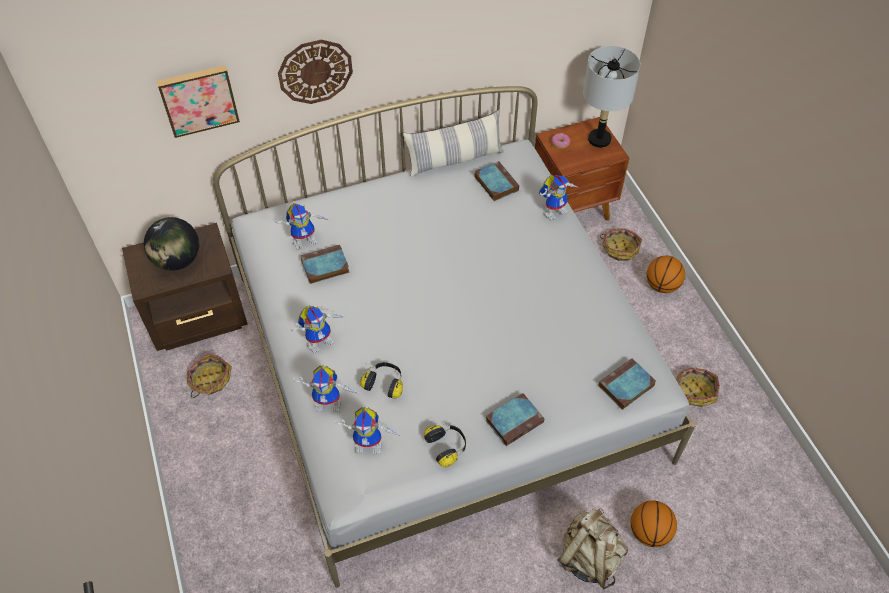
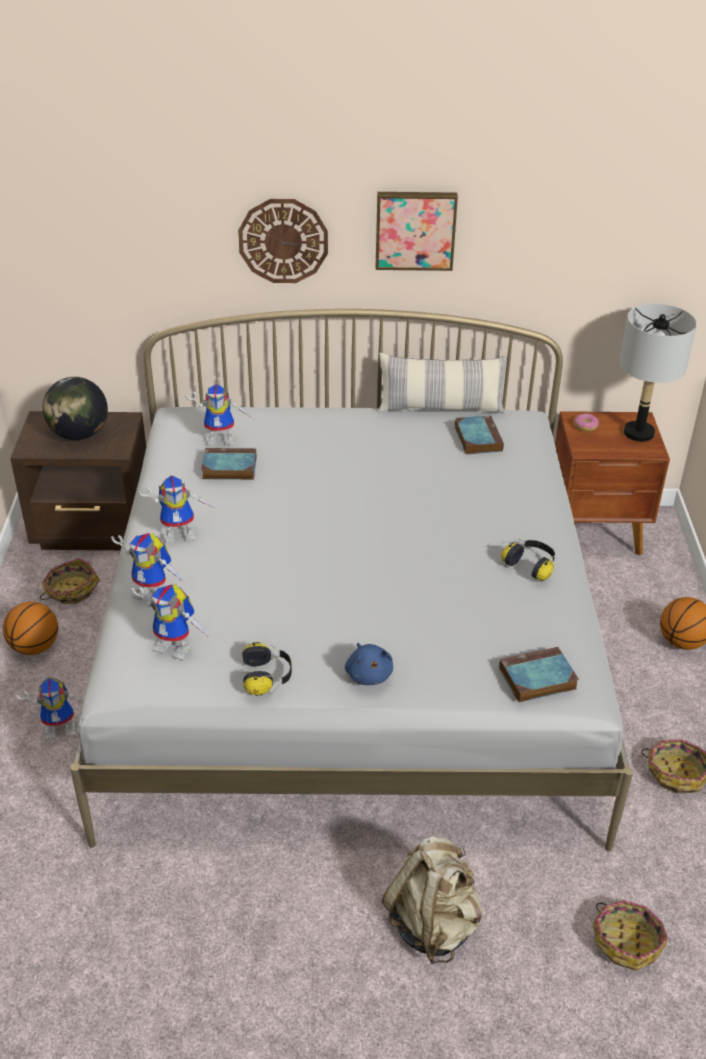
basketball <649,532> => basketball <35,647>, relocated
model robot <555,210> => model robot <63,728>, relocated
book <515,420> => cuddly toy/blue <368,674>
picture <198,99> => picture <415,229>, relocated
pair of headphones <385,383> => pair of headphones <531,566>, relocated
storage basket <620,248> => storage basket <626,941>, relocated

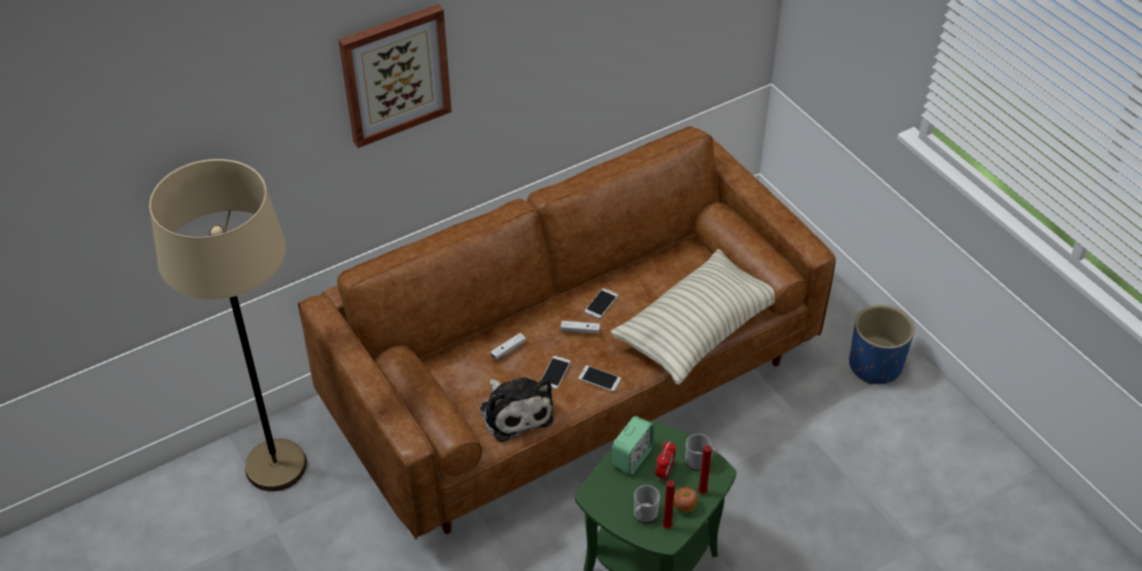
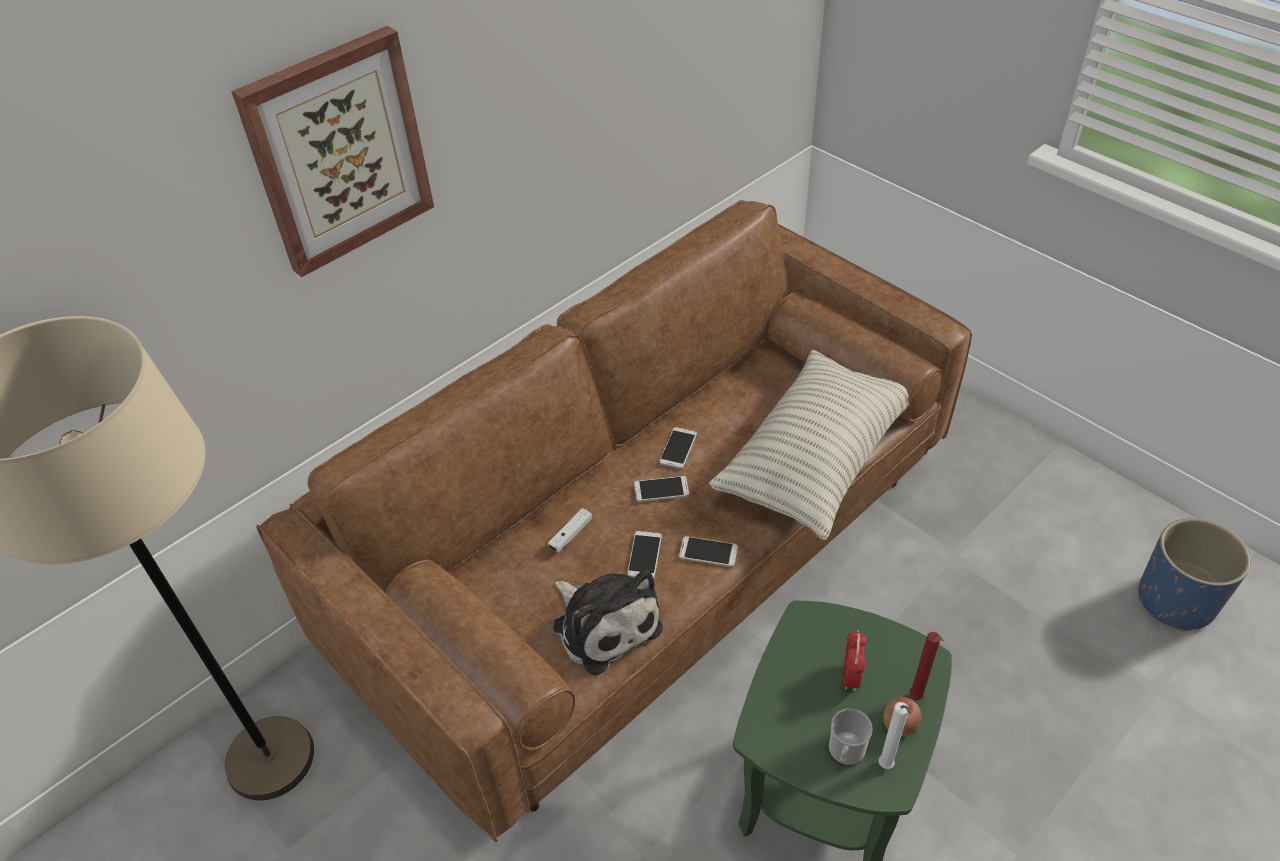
gamepad/white <580,330> => handset <661,489>
wax candle/red <667,528> => wax candle/white <886,767>
planter/blue <875,365> => planter/blue <1175,600>, relocated
bedside clock <632,458> => nothing
mug <699,462> => nothing

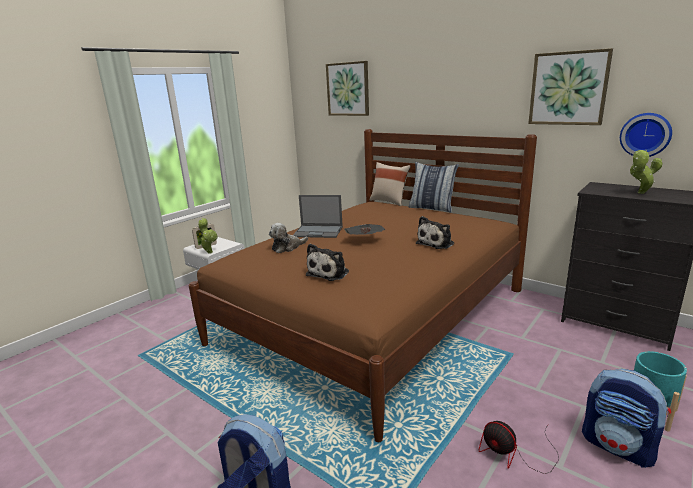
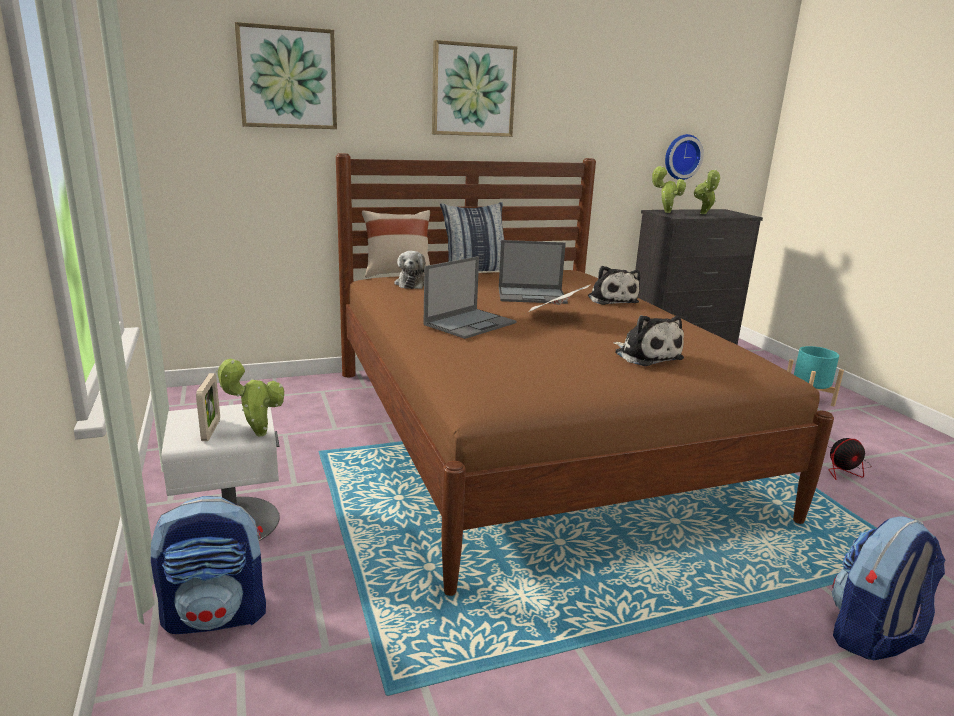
backpack <618,446> => backpack <217,615>, relocated
cuddly toy <287,247> => cuddly toy <411,284>, relocated
picture <568,88> => picture <473,90>, relocated
nothing => portable computer <532,296>
nothing => plant in a pot <665,212>

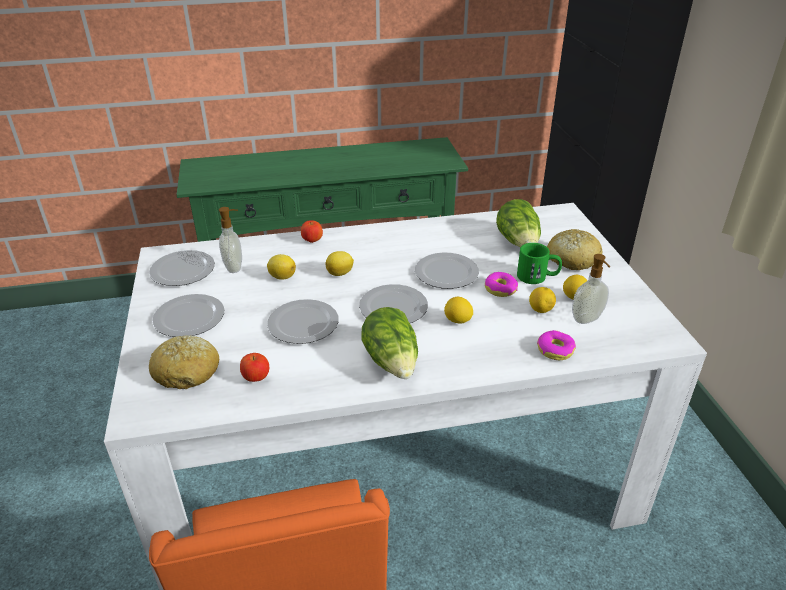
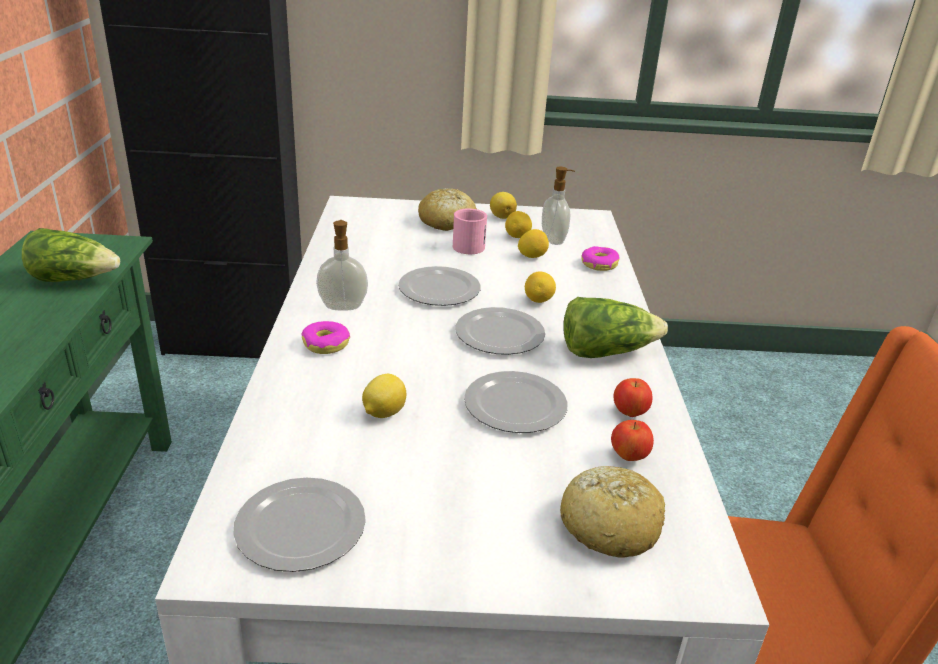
lettuce <519,242> => lettuce <74,279>, relocated
donut <500,289> => donut <326,344>, relocated
liquid soap bottle <235,267> => liquid soap bottle <343,306>, relocated
mug/green <538,277> => mug/pink-coloured <471,244>
whole lemon <340,273> => whole lemon <502,216>, relocated
whole apple <312,241> => whole apple <629,413>, relocated
flat dish <189,319> => nothing

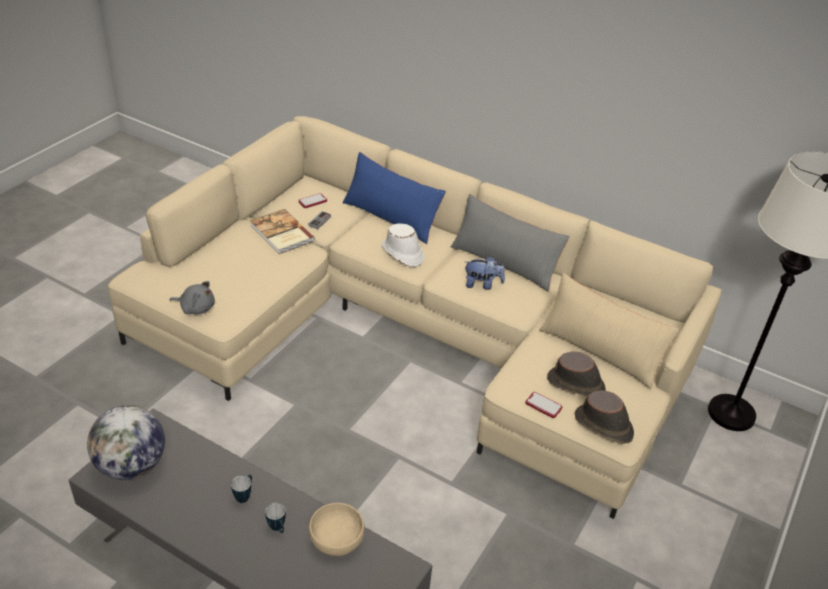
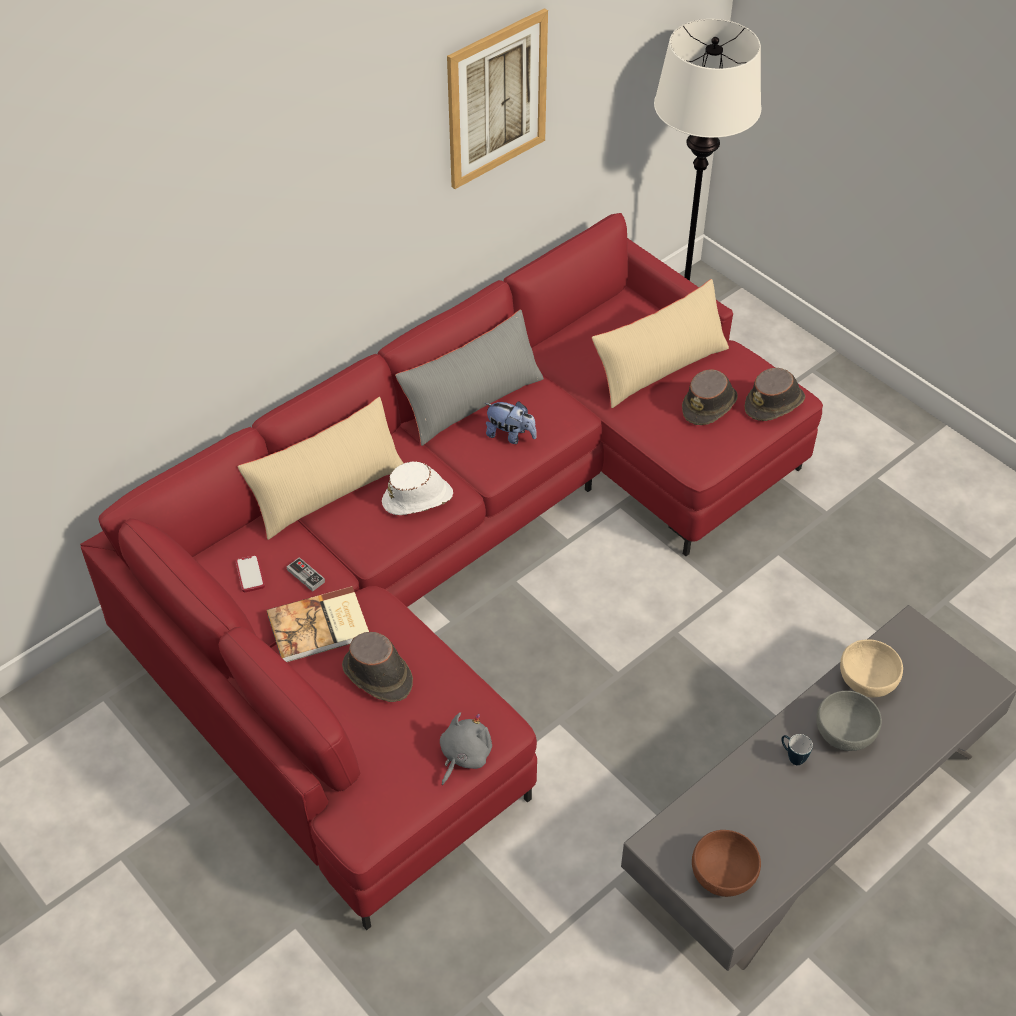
couch/sand-coloured <411,332> => couch/red <460,566>
cushion/blue <391,217> => cushion/sand-coloured <328,492>
nothing => hat/brown-coloured <377,676>
nothing => picture <497,99>
cuddly toy <482,284> => cuddly toy <510,435>, 90 degrees clockwise
desk globe <132,466> => deep dish/brown-coloured <724,873>
mug <278,529> => deep dish/gray <845,731>
handset <543,405> => nothing

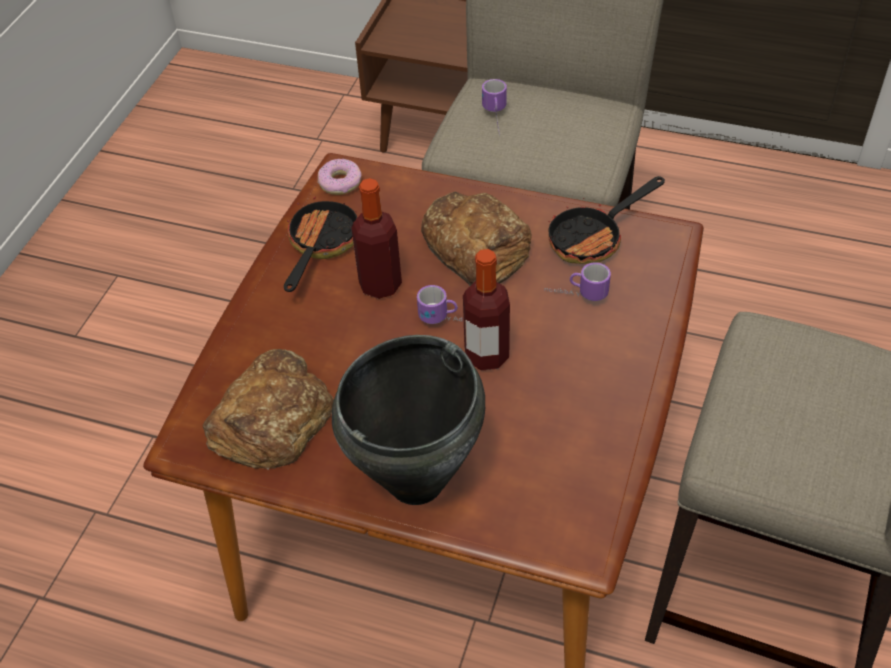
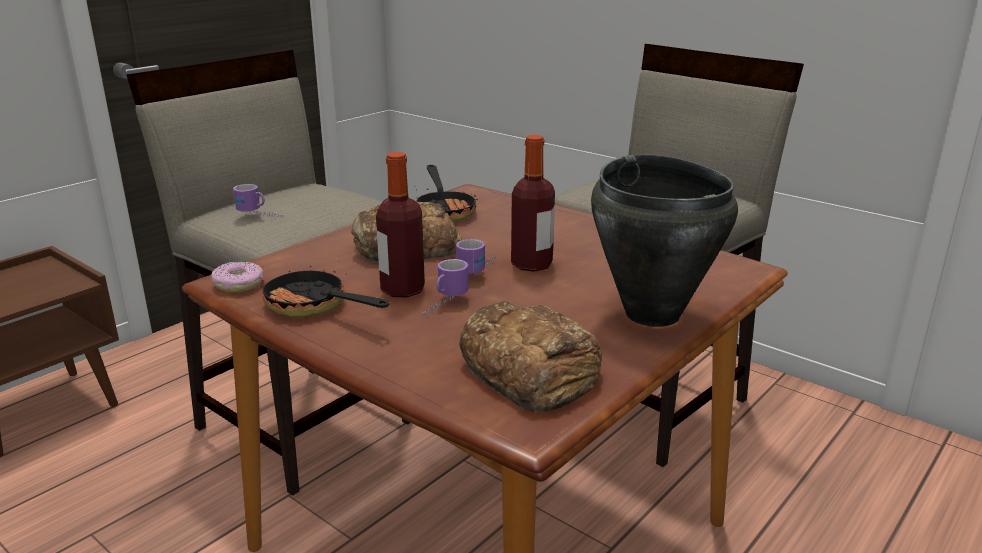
mug <576,295> => mug <442,305>, relocated

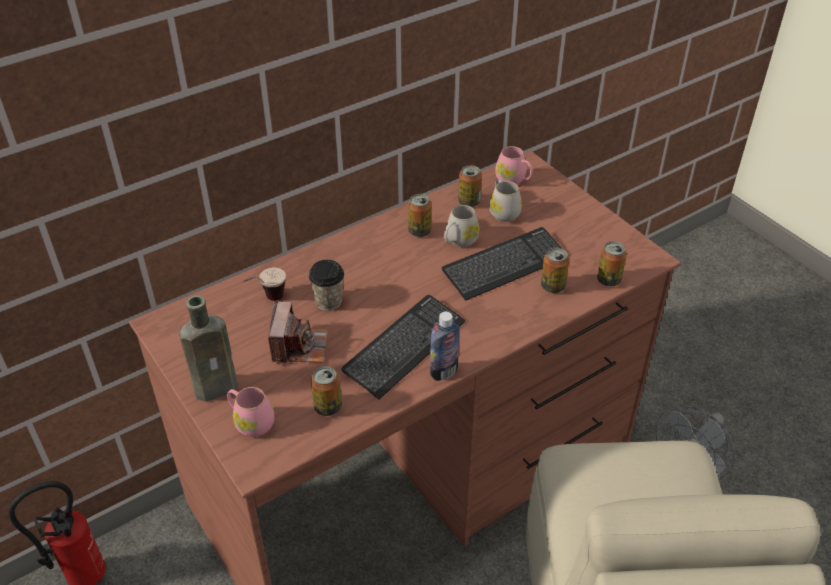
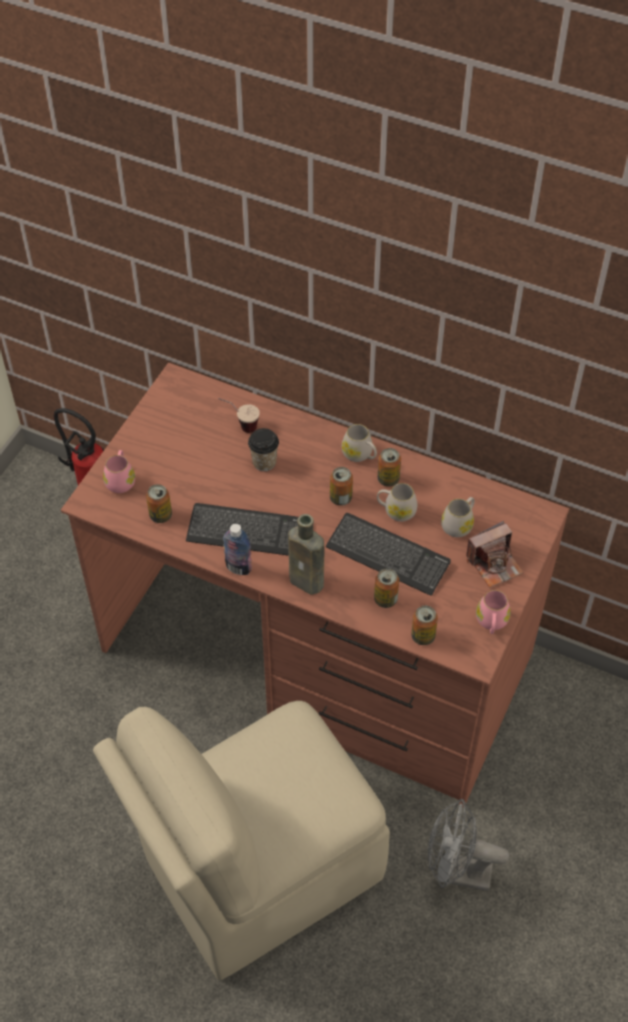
beverage bottle/brown-coloured <219,387> => beverage bottle/brown-coloured <308,582>, relocated
metal can <469,202> => metal can <340,498>, relocated
nothing => mug/white <360,455>
photo camera <299,346> => photo camera <494,564>, relocated
mug/pink-coloured <513,180> => mug/pink-coloured <491,623>, relocated

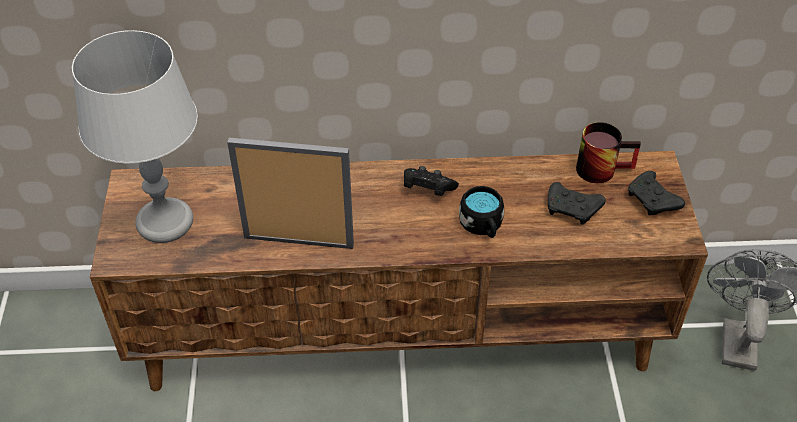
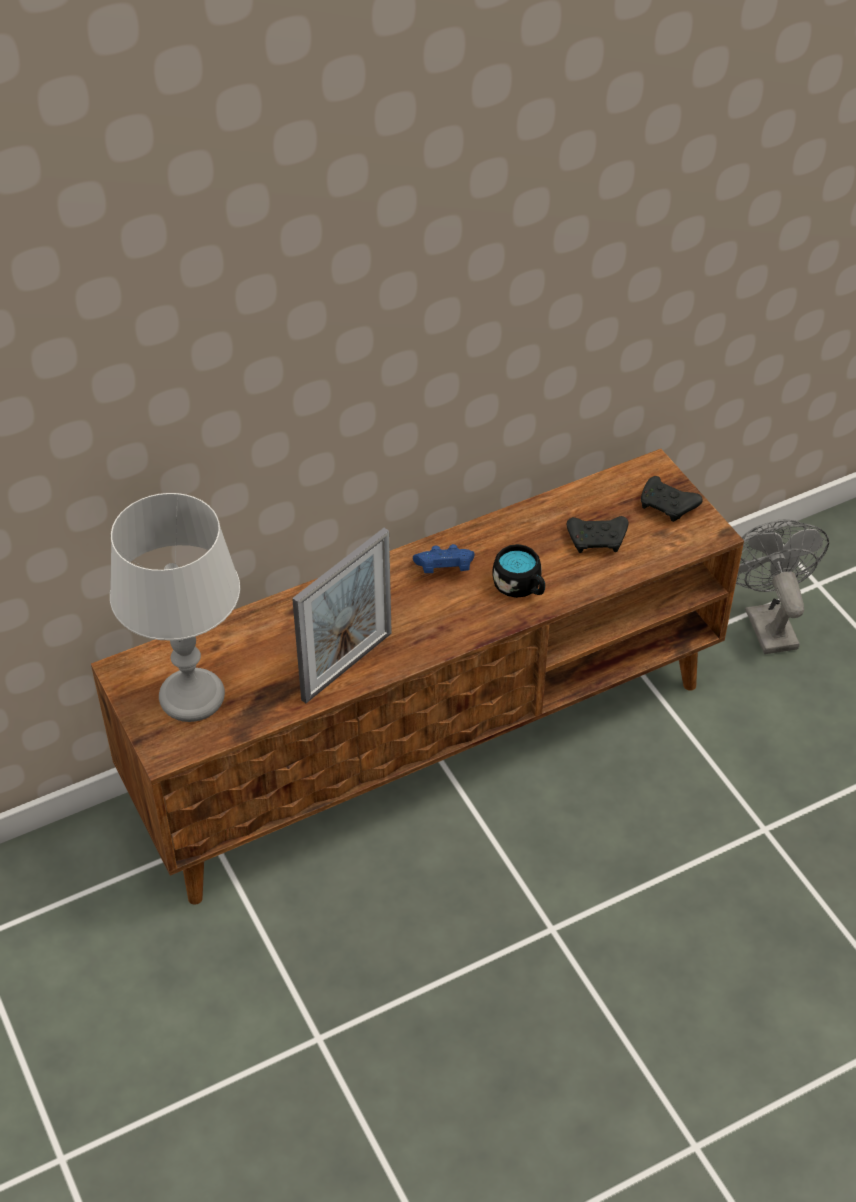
standing frame <298,241> => standing frame <347,666>, 150 degrees clockwise
gamepad/black <427,190> => gamepad/blue <444,569>
mug <602,167> => nothing

